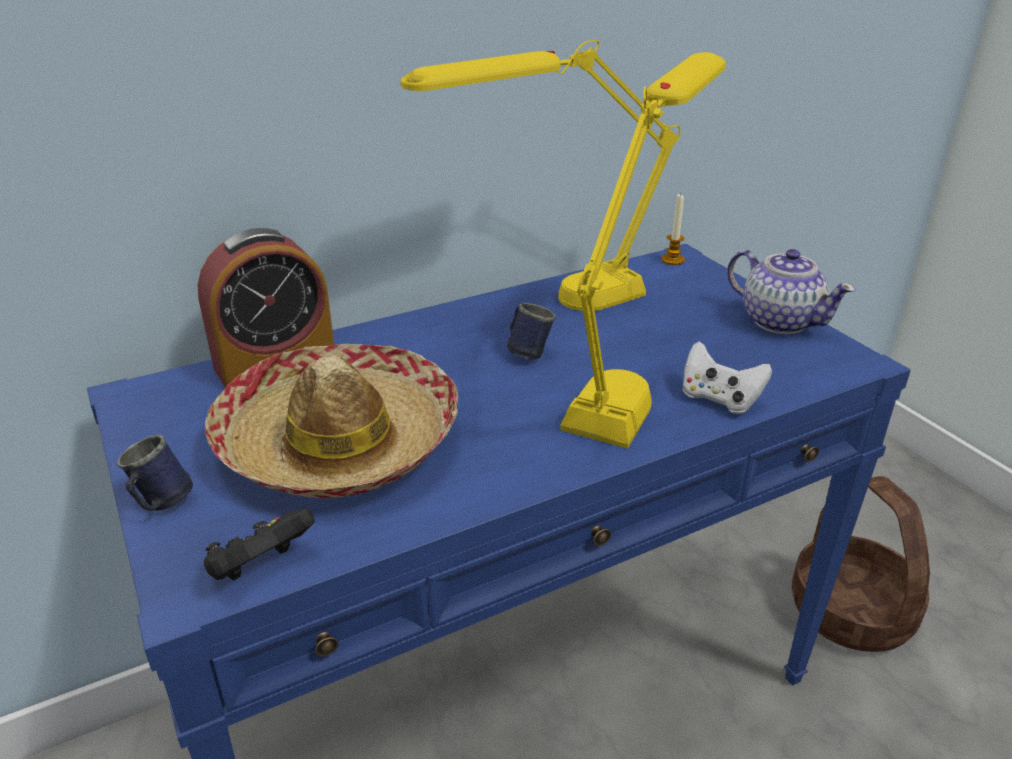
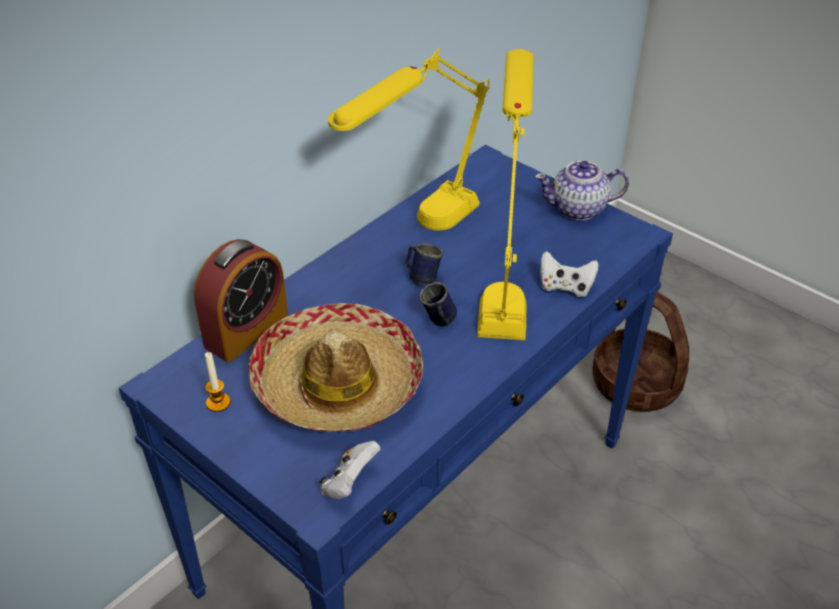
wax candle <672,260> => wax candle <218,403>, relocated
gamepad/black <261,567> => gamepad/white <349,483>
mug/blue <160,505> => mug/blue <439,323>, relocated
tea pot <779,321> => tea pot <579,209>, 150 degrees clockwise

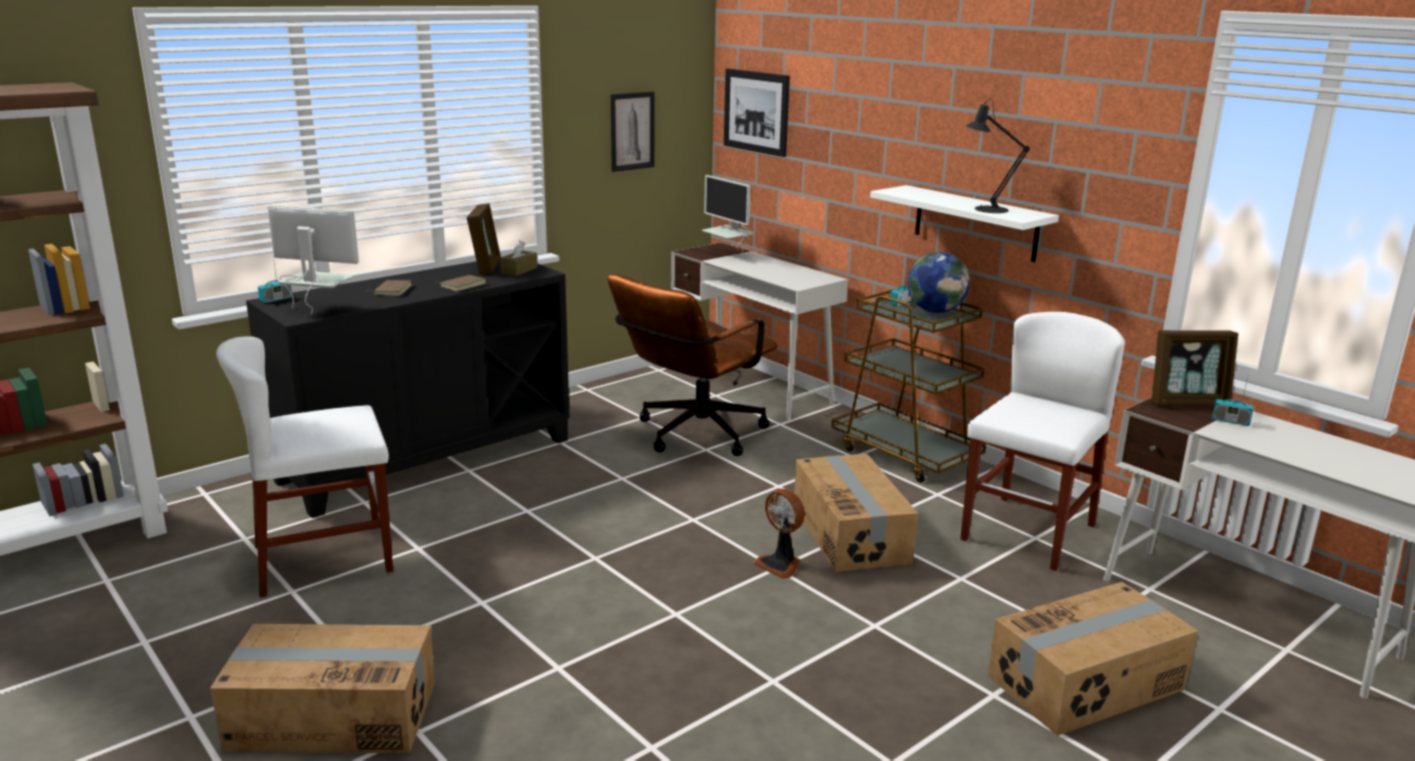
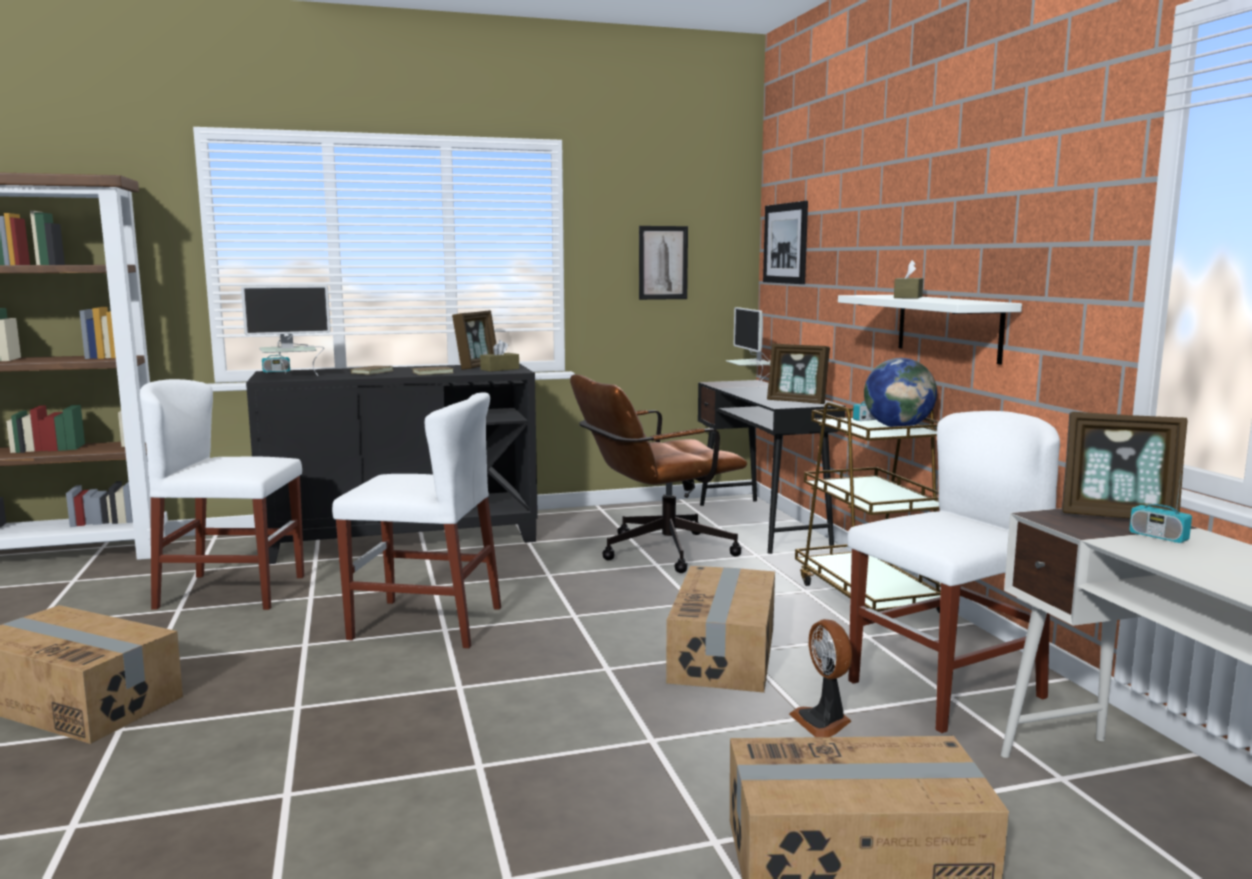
computer display <318,310> => computer display <291,377>, 120 degrees clockwise
nothing => upright chair/white <426,623>
desk table/white <752,387> => desk table/black <762,524>
nothing => standing frame <797,402>
electric fan <780,564> => electric fan <823,722>, relocated
nothing => box of tissues/brown-coloured <908,297>
tabletop lamp/black <986,209> => nothing

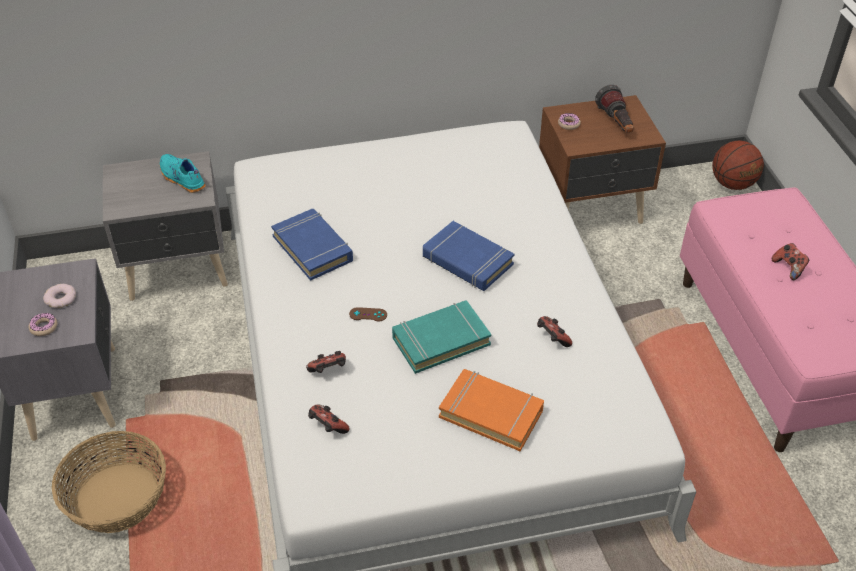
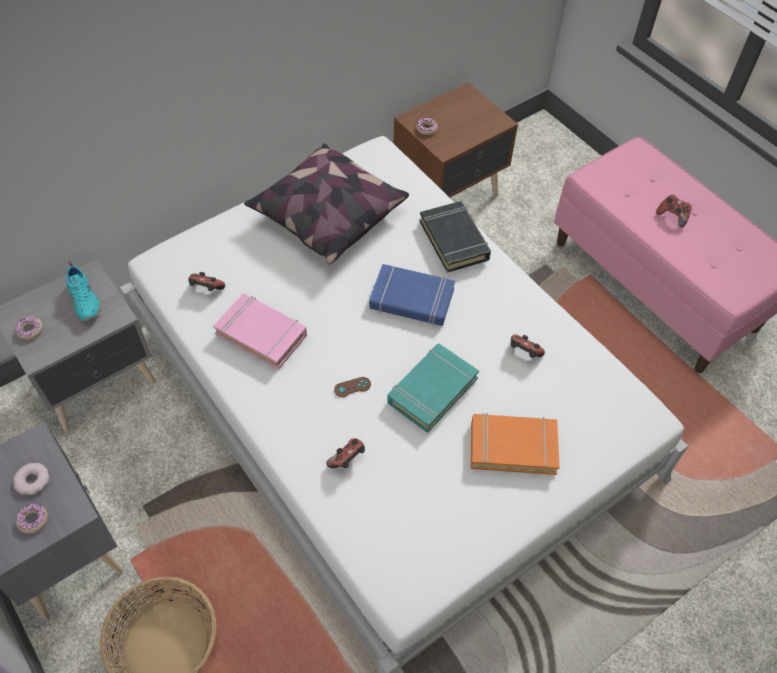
nothing => donut <30,330>
shoe/turquoise-coloured <181,179> => shoe/turquoise-coloured <86,300>, 135 degrees counterclockwise
gamepad <327,427> => gamepad <206,289>, relocated
book/blue <313,248> => book/pink-coloured <262,334>
nothing => cushion <327,216>
nothing => book/black <454,240>
torch <616,123> => nothing
basketball <732,184> => nothing

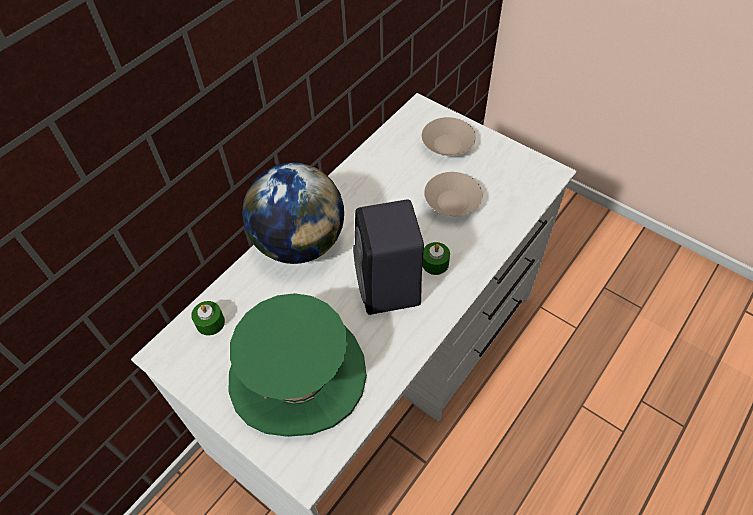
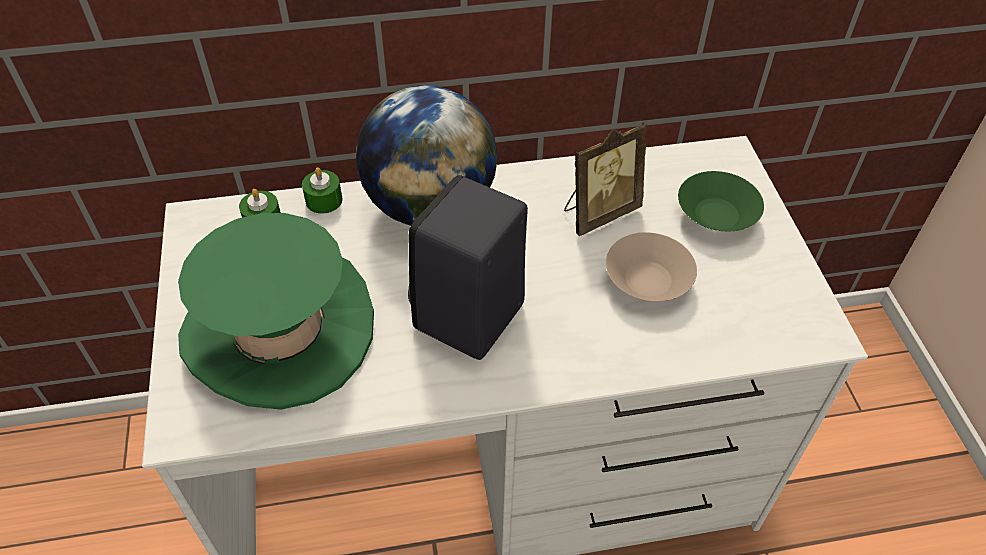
wax candle/green <435,263> => wax candle/green <324,200>, relocated
nothing => standing frame <599,212>
deep dish/sand-coloured <447,146> => deep dish/green <715,216>

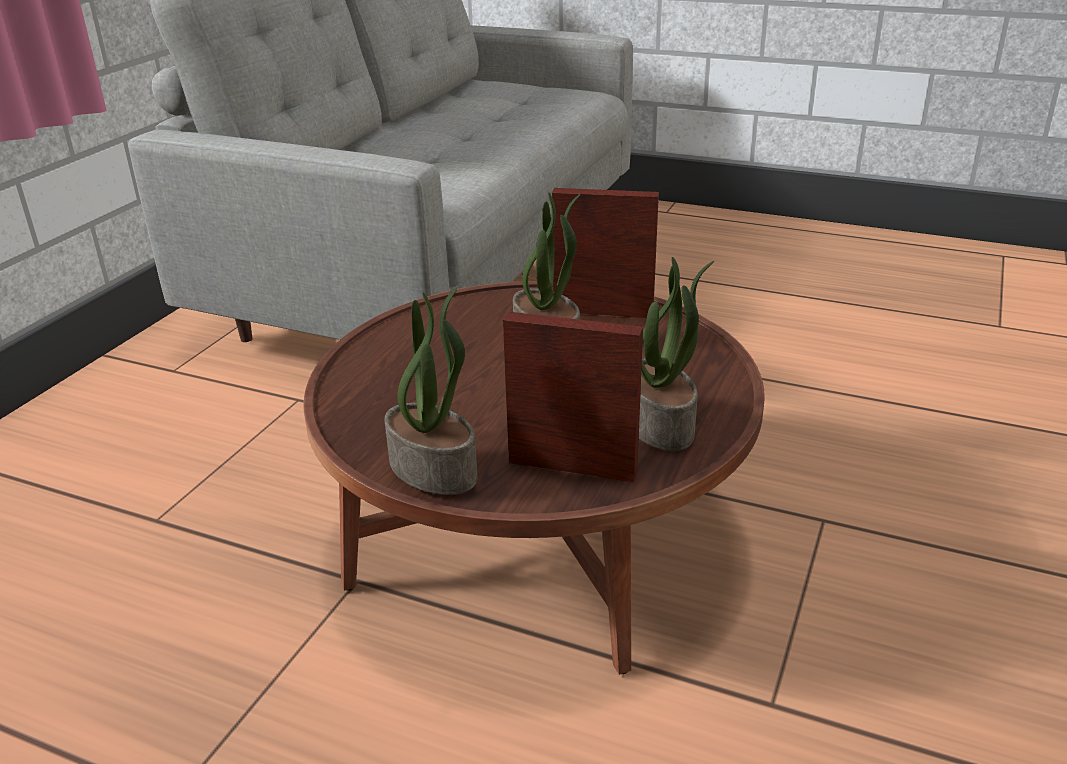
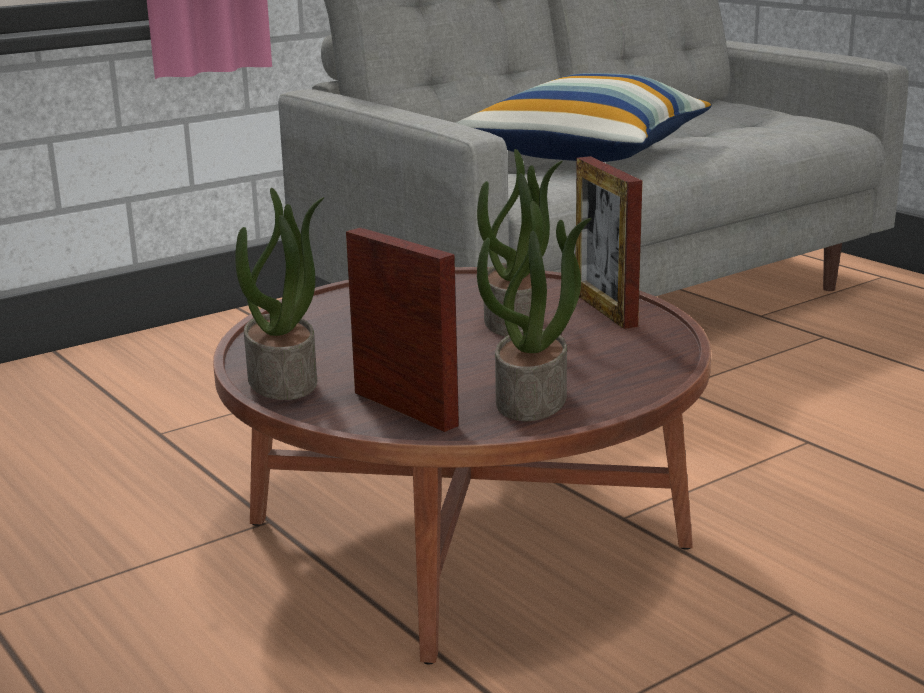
nothing => cushion <585,152>
standing frame <603,312> => standing frame <605,309>, 150 degrees counterclockwise

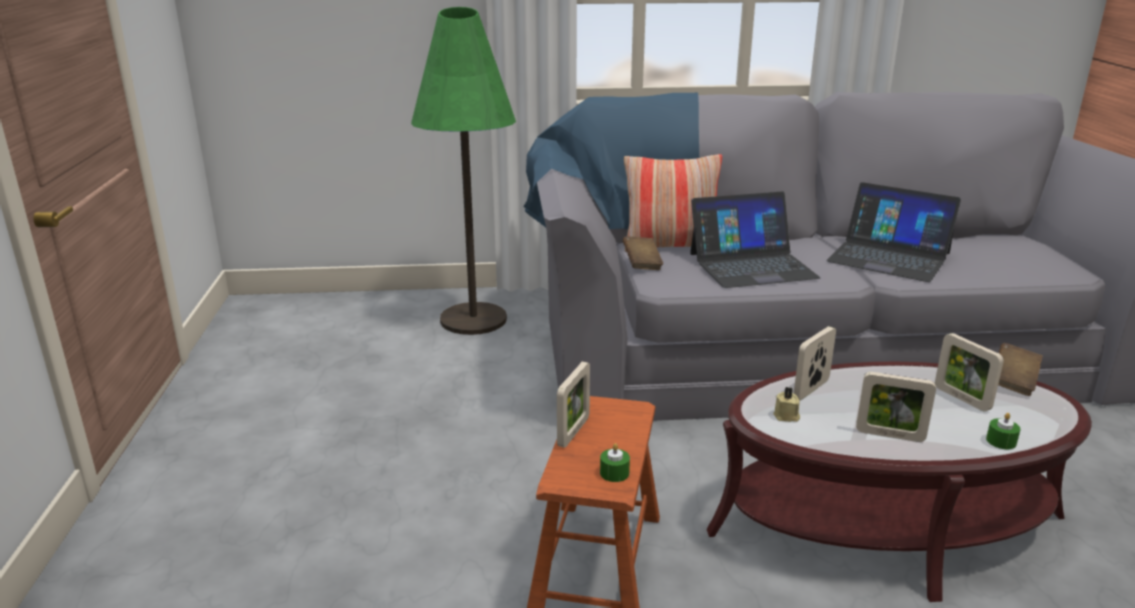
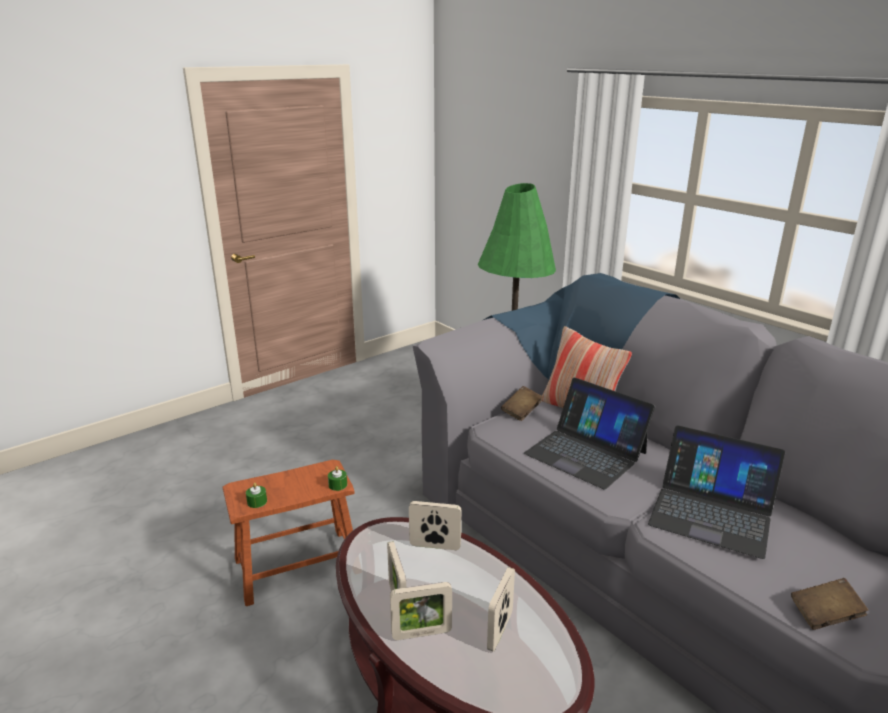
wax candle/green <1001,441> => wax candle/green <338,485>, relocated
standing frame <573,432> => standing frame <421,633>, relocated
portable computer <889,257> => portable computer <711,513>, 60 degrees counterclockwise
book/brown-coloured <1013,382> => book/brown-coloured <825,615>, relocated
wax candle/sand-coloured <786,416> => nothing

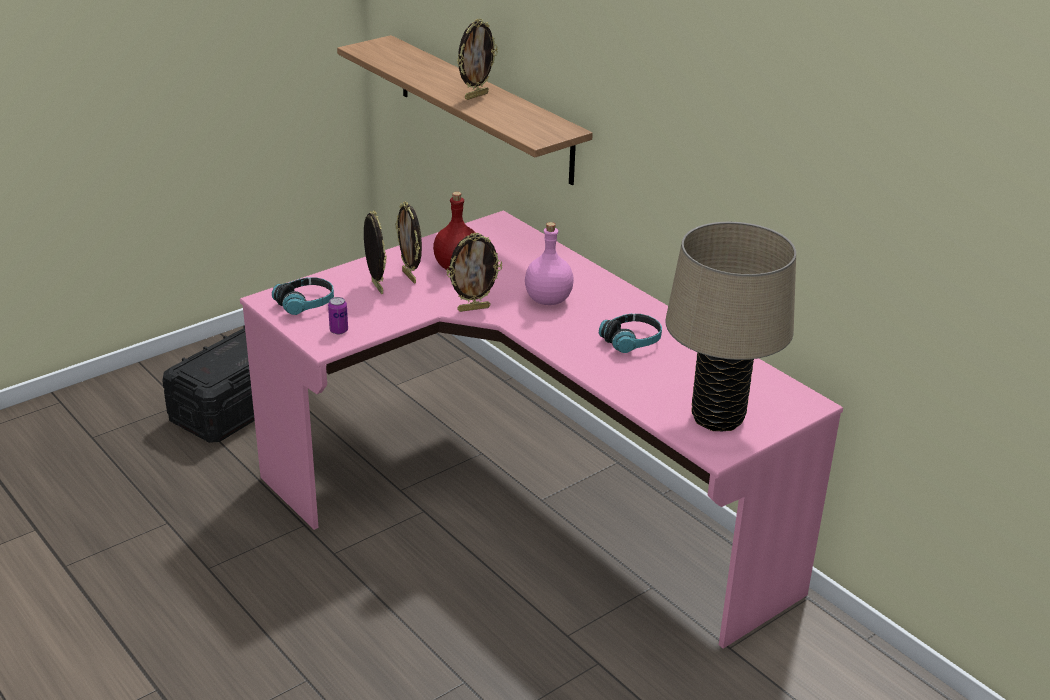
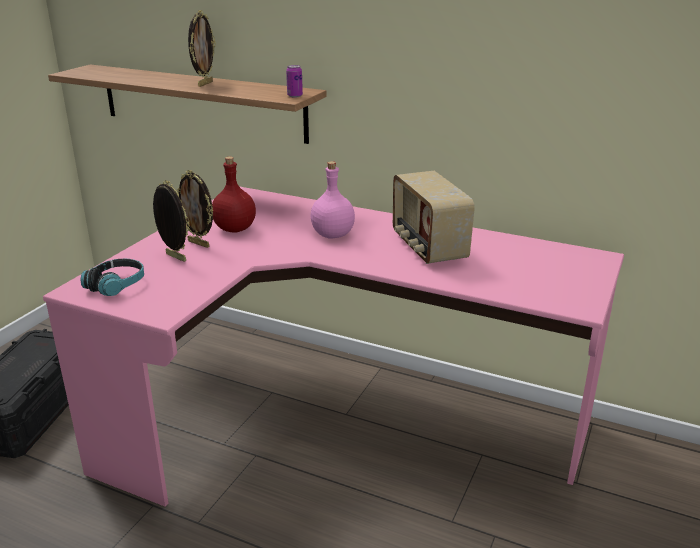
metal can <339,330> => metal can <295,96>, relocated
pair of headphones <631,341> => radio set <427,247>
standing frame <473,308> => nothing
tabletop lamp/sand-coloured <717,418> => nothing

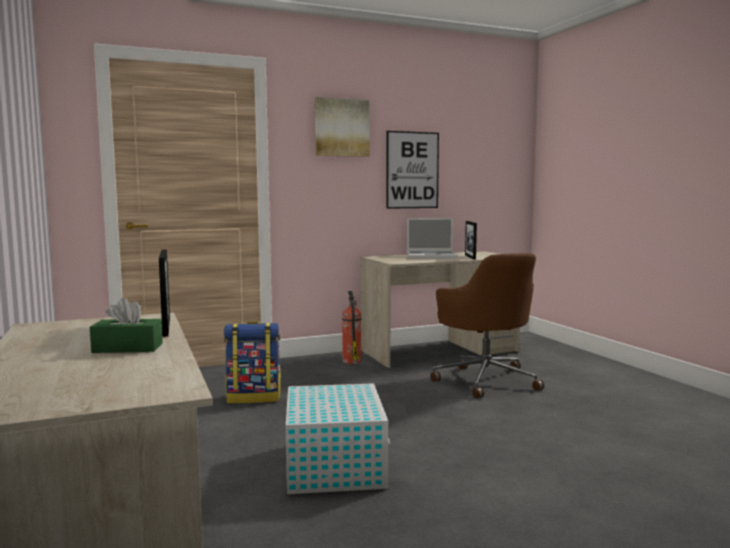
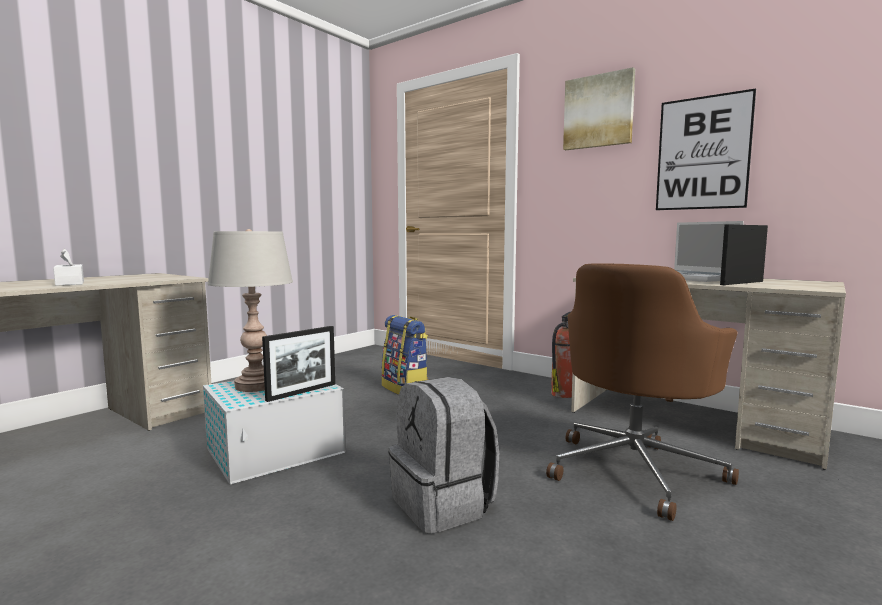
box of tissues/green <127,348> => box of tissues/white <70,283>
nothing => tabletop lamp/gray <256,385>
standing frame <166,326> => standing frame <302,392>, relocated
nothing => backpack/gray <444,504>

